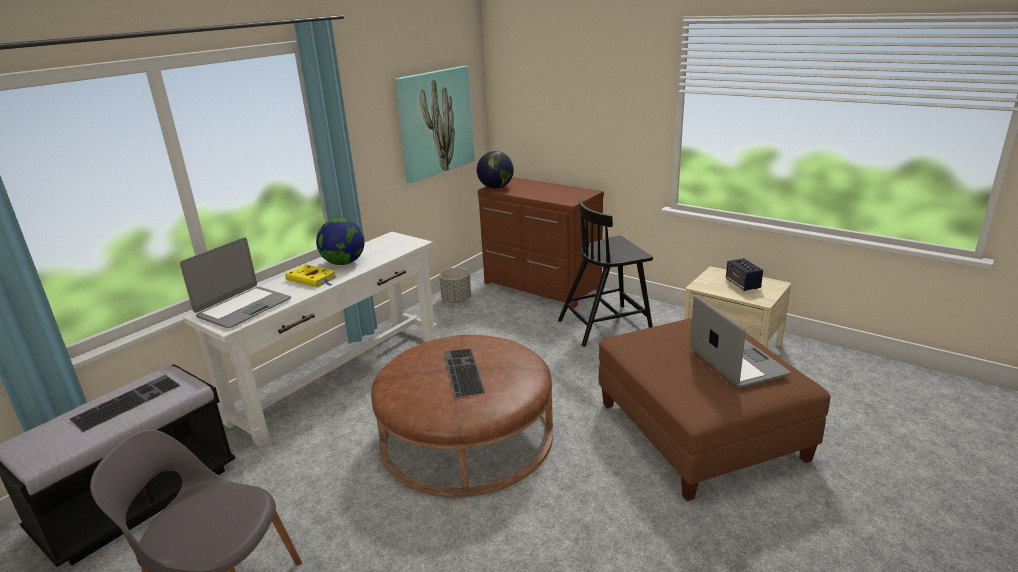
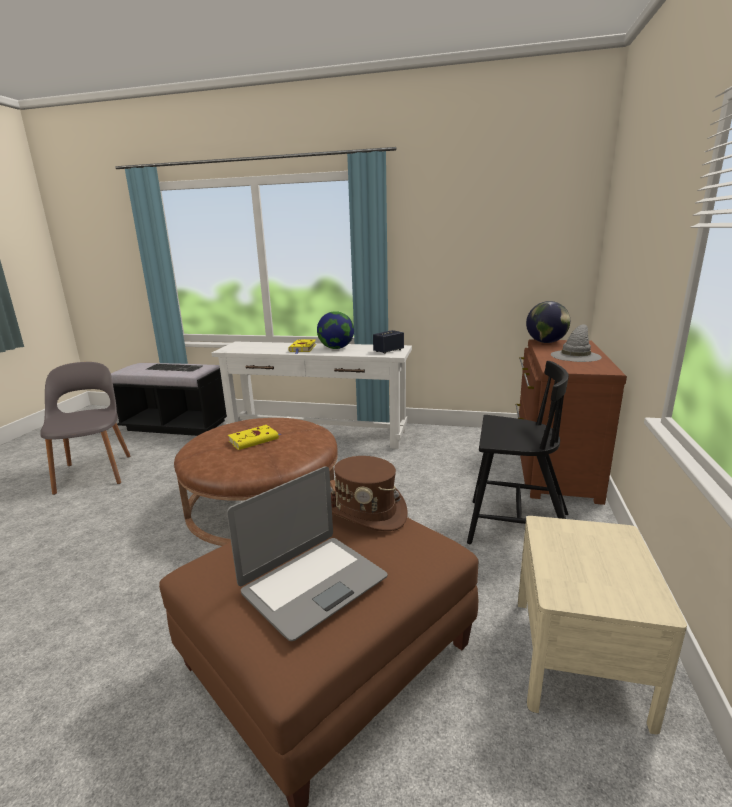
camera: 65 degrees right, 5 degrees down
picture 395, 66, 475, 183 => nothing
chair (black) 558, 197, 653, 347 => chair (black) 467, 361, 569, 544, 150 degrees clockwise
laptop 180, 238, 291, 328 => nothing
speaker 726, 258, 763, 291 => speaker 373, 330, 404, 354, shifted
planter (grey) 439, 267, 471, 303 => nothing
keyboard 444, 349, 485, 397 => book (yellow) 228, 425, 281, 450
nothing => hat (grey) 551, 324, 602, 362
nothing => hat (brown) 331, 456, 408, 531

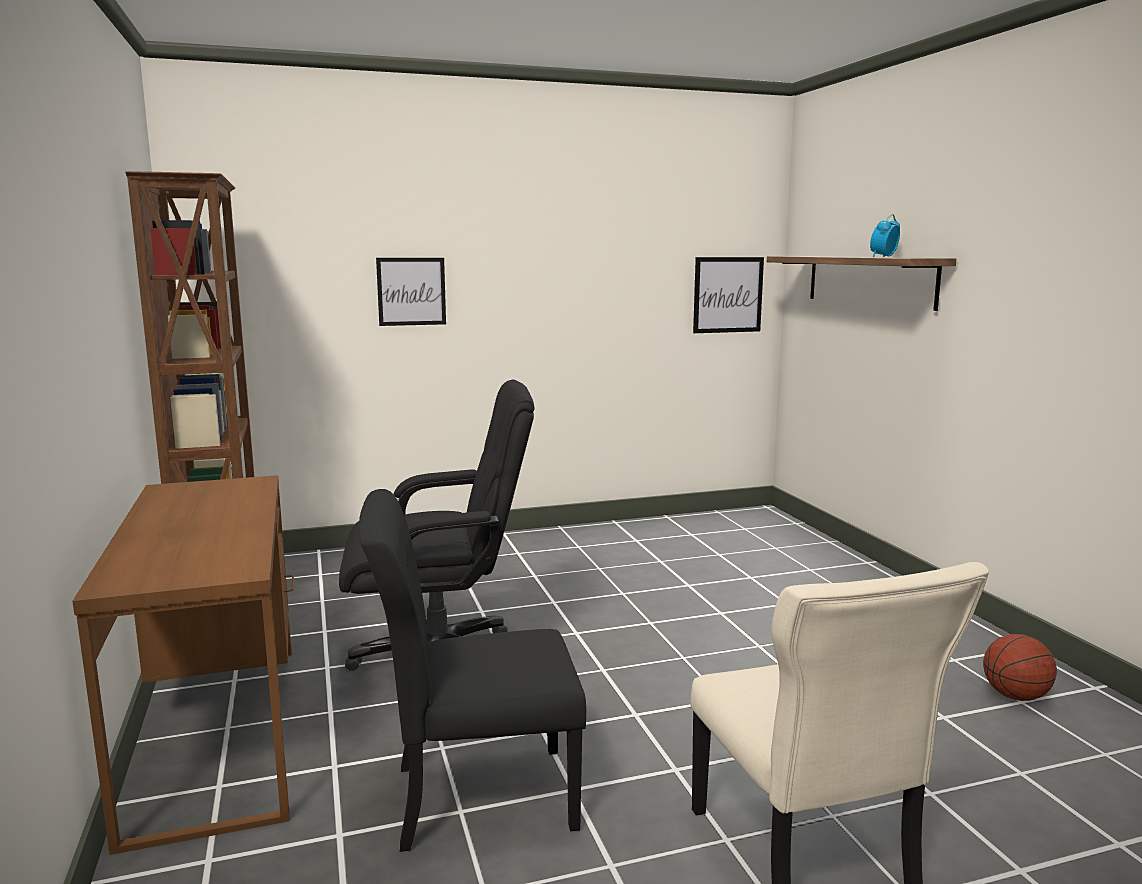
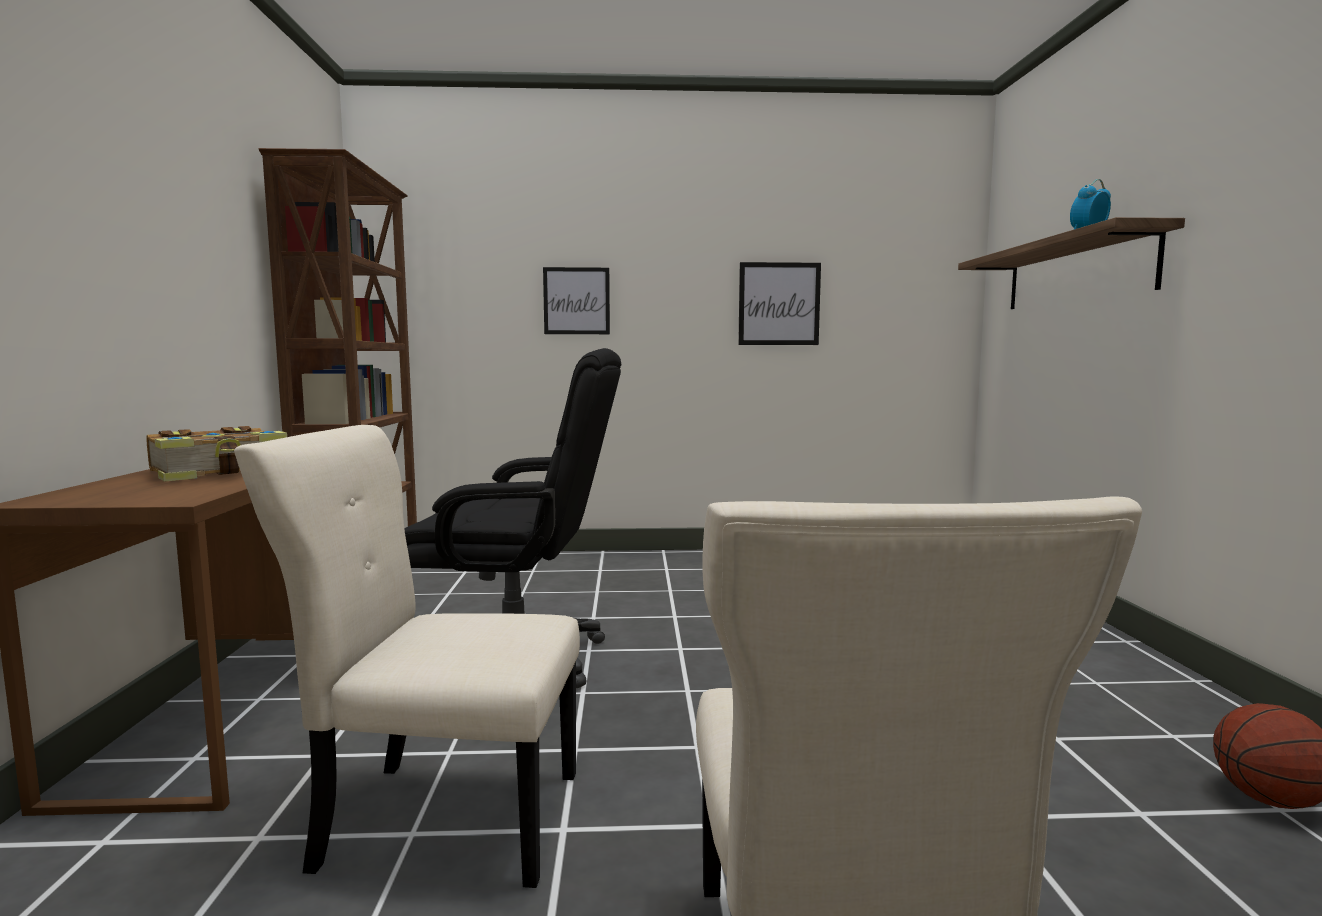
camera: 15 degrees right, 5 degrees down
picture 693, 257, 764, 333 => picture 738, 262, 821, 345, shifted
chair (black) 358, 489, 586, 852 => chair (beige) 234, 425, 580, 888
nothing => book 146, 426, 287, 482

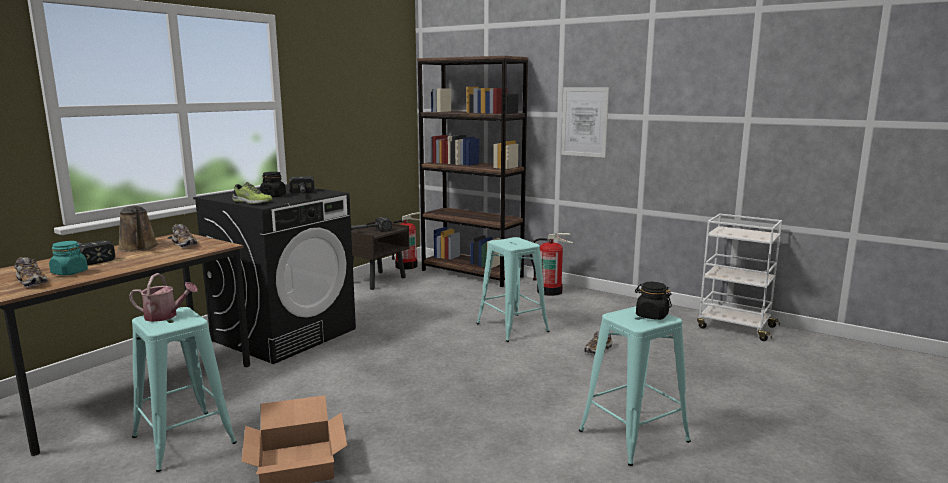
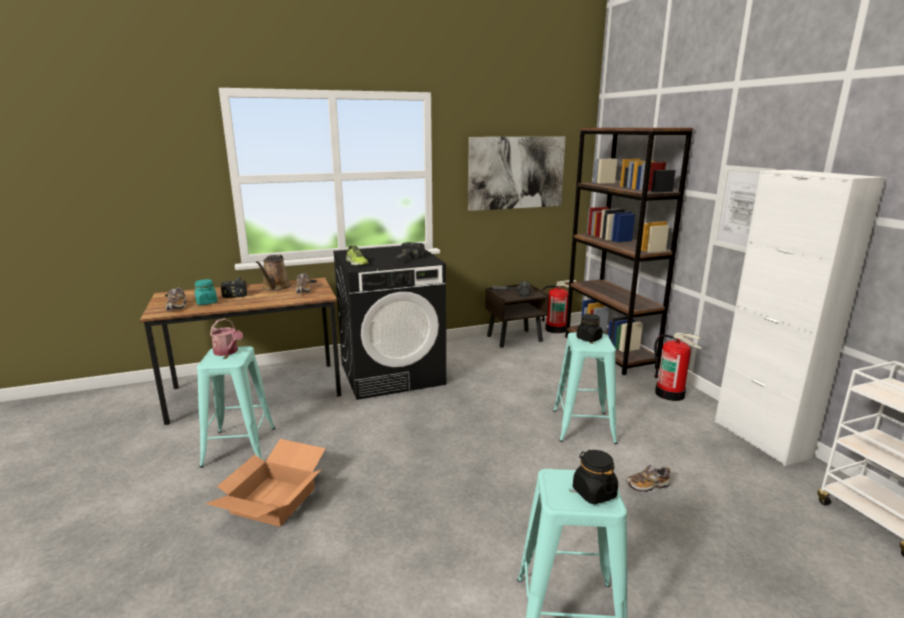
camera: 35 degrees right, 5 degrees up
jar (black) 260, 172, 286, 197 => jar (black) 576, 314, 603, 342, shifted
nothing => picture 468, 136, 566, 211
nothing => cabinet (white) 715, 170, 886, 466

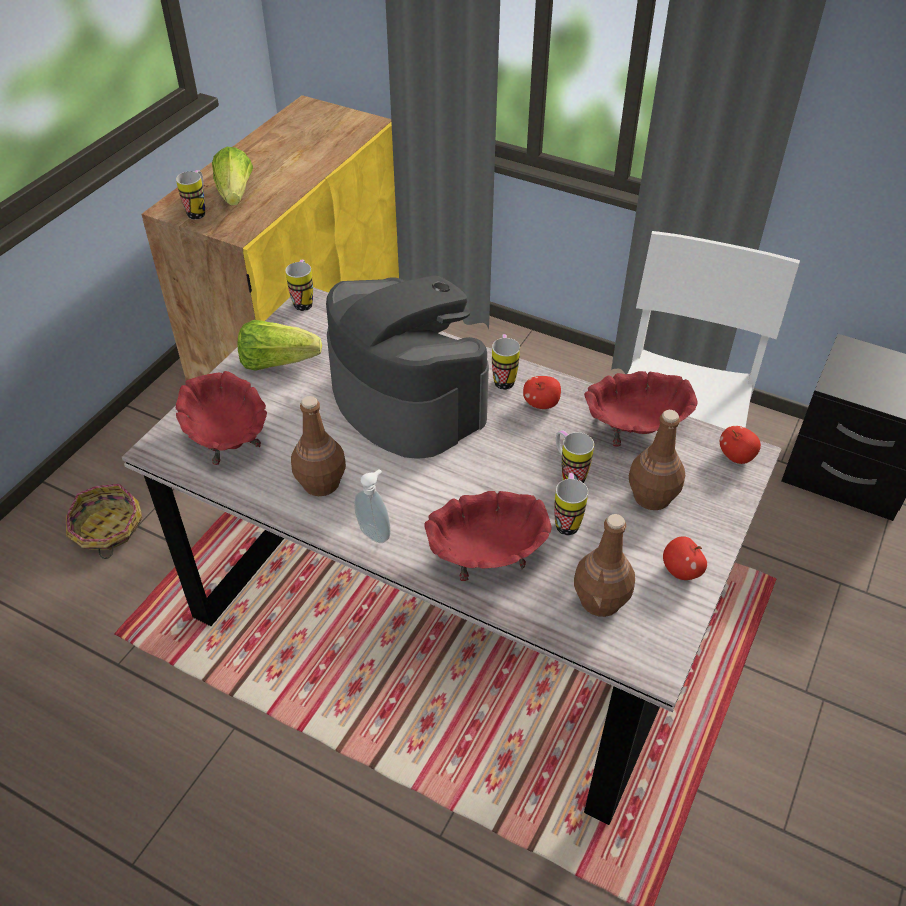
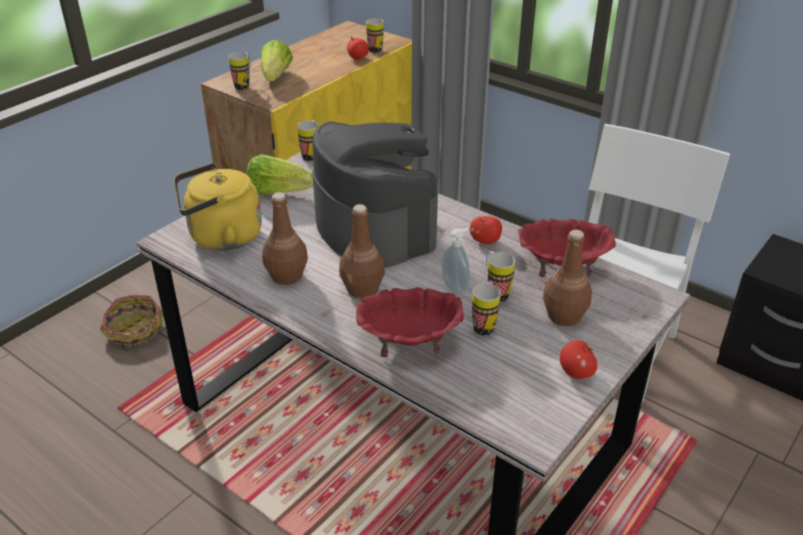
camera: 10 degrees right, 10 degrees down
mug 492, 334, 520, 390 => mug 366, 18, 384, 53, shifted
bowl (red) 176, 371, 267, 465 => kettle (yellow) 174, 163, 262, 251
apple 720, 426, 761, 464 => apple 347, 37, 369, 60, shifted
soap dispenser 354, 469, 391, 543 => soap dispenser 442, 228, 470, 295, shifted
bottle (brown) 574, 514, 635, 617 => bottle (brown) 339, 204, 385, 298, shifted

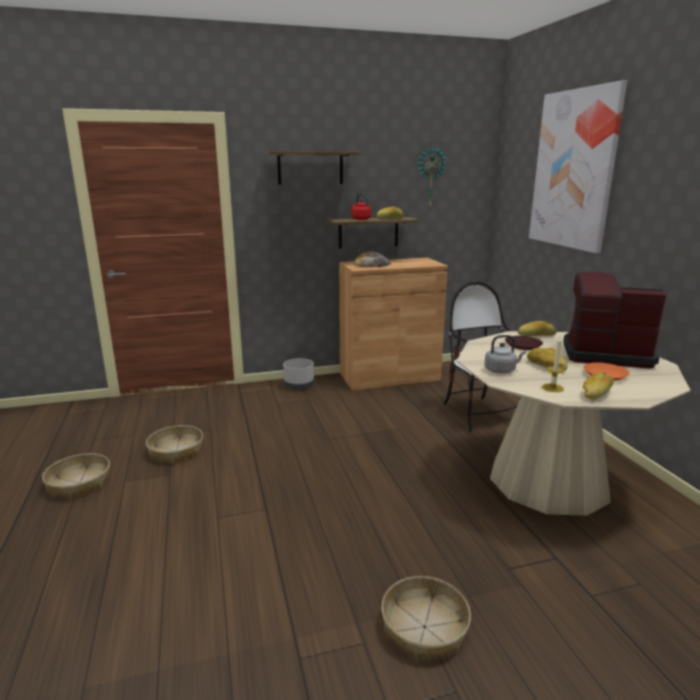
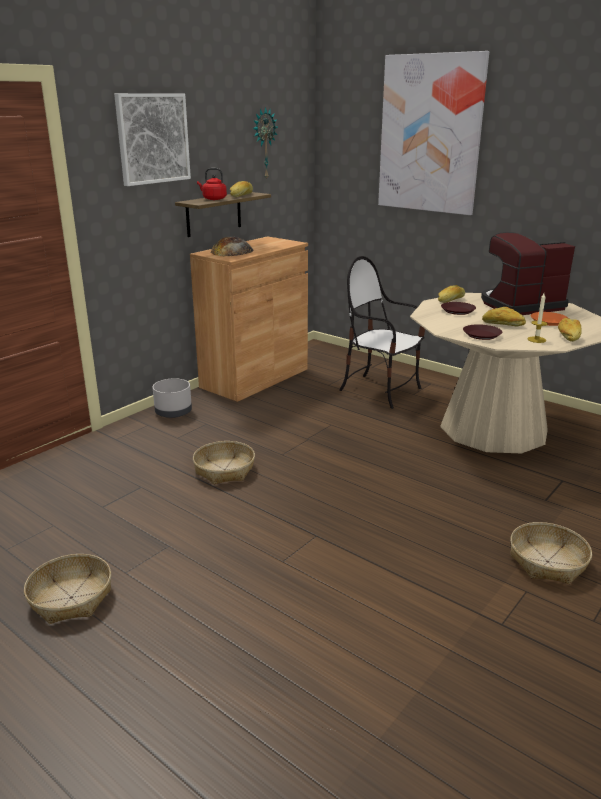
camera: 35 degrees left, 5 degrees up
shelf 265, 151, 362, 185 => picture 114, 93, 191, 186
kettle (grey) 484, 335, 526, 374 => plate (brown) 463, 324, 502, 340
basket 146, 425, 203, 464 => basket 193, 441, 255, 484, shifted

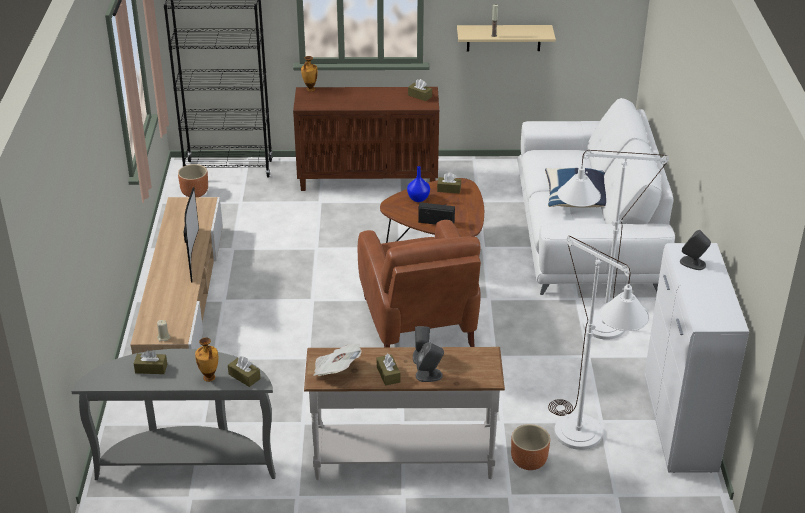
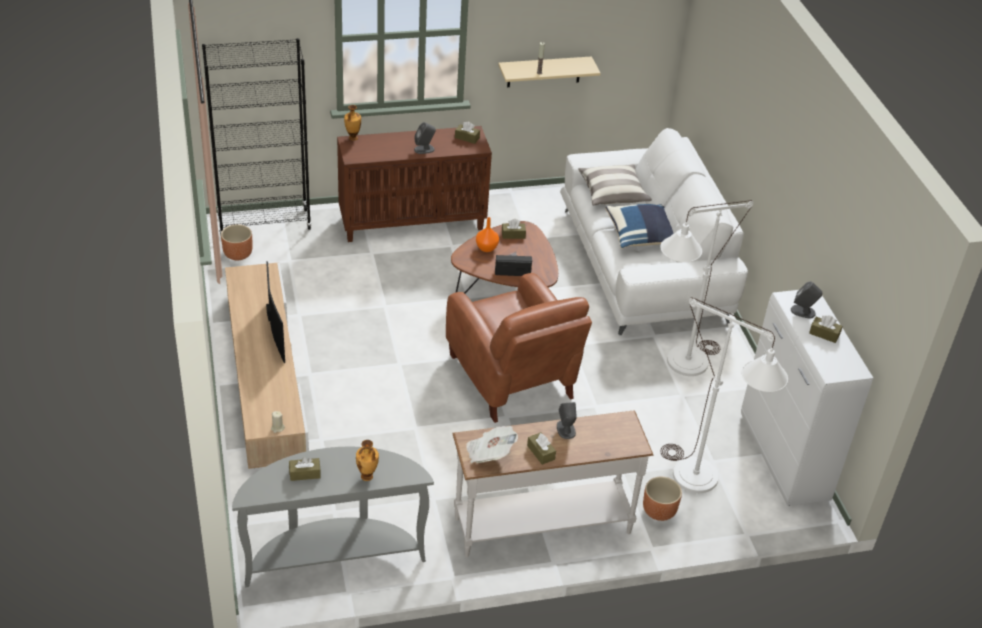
camera: 15 degrees left, 5 degrees up
vase (blue) 407, 166, 430, 202 => vase (orange) 476, 217, 499, 252
speaker (grey) 416, 342, 444, 382 => speaker (grey) 414, 122, 436, 154, shifted
tissue box (brown) 228, 356, 260, 387 => tissue box (brown) 809, 316, 842, 343, shifted
nothing => pillow 578, 164, 652, 206

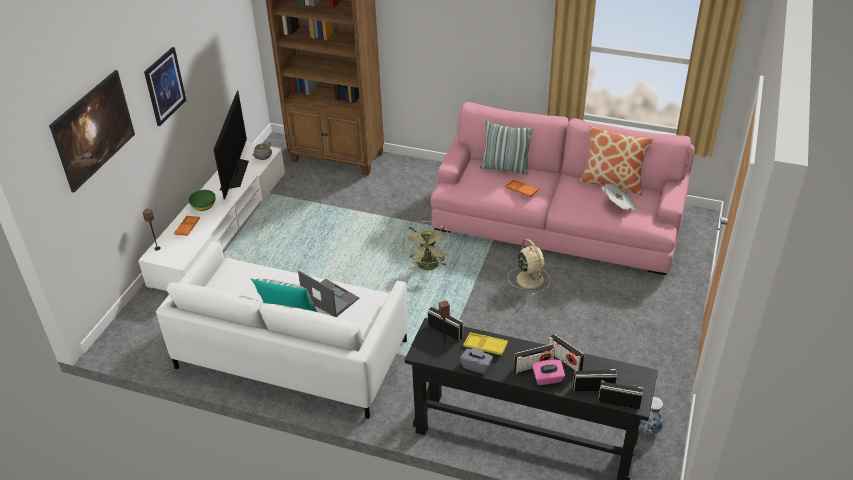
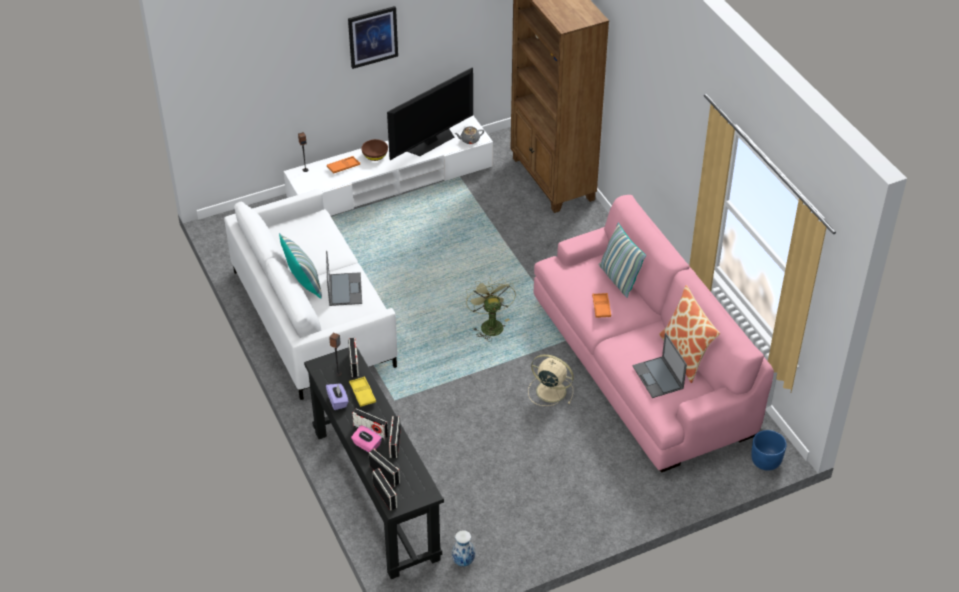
camera: 45 degrees right, 5 degrees up
picture 49, 70, 135, 192 => nothing
newspaper 602, 183, 639, 210 => laptop 632, 333, 687, 398
bowl (green) 188, 190, 216, 211 => bowl (brown) 361, 139, 388, 161
fan (green) 403, 221, 452, 270 => fan (green) 466, 277, 516, 342, 120 degrees clockwise
fan (beige) 508, 239, 551, 295 => fan (beige) 528, 354, 574, 406, 90 degrees counterclockwise
tissue box (grey) 460, 346, 493, 374 => tissue box (purple) 326, 383, 349, 410
nothing => planter (blue) 751, 430, 787, 471

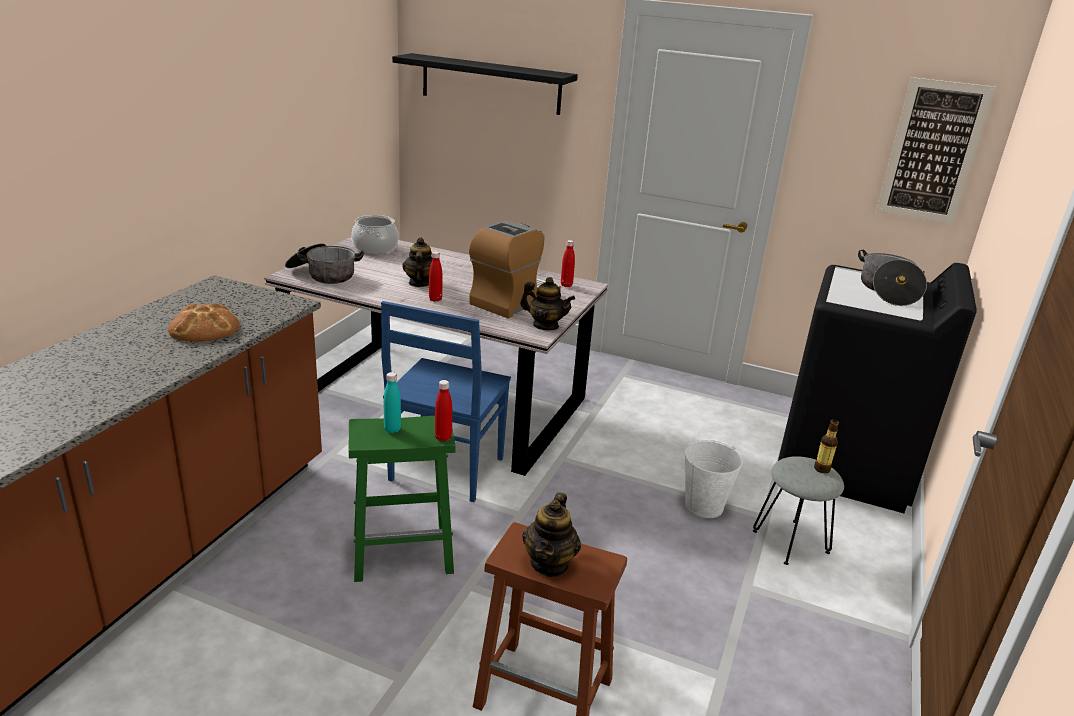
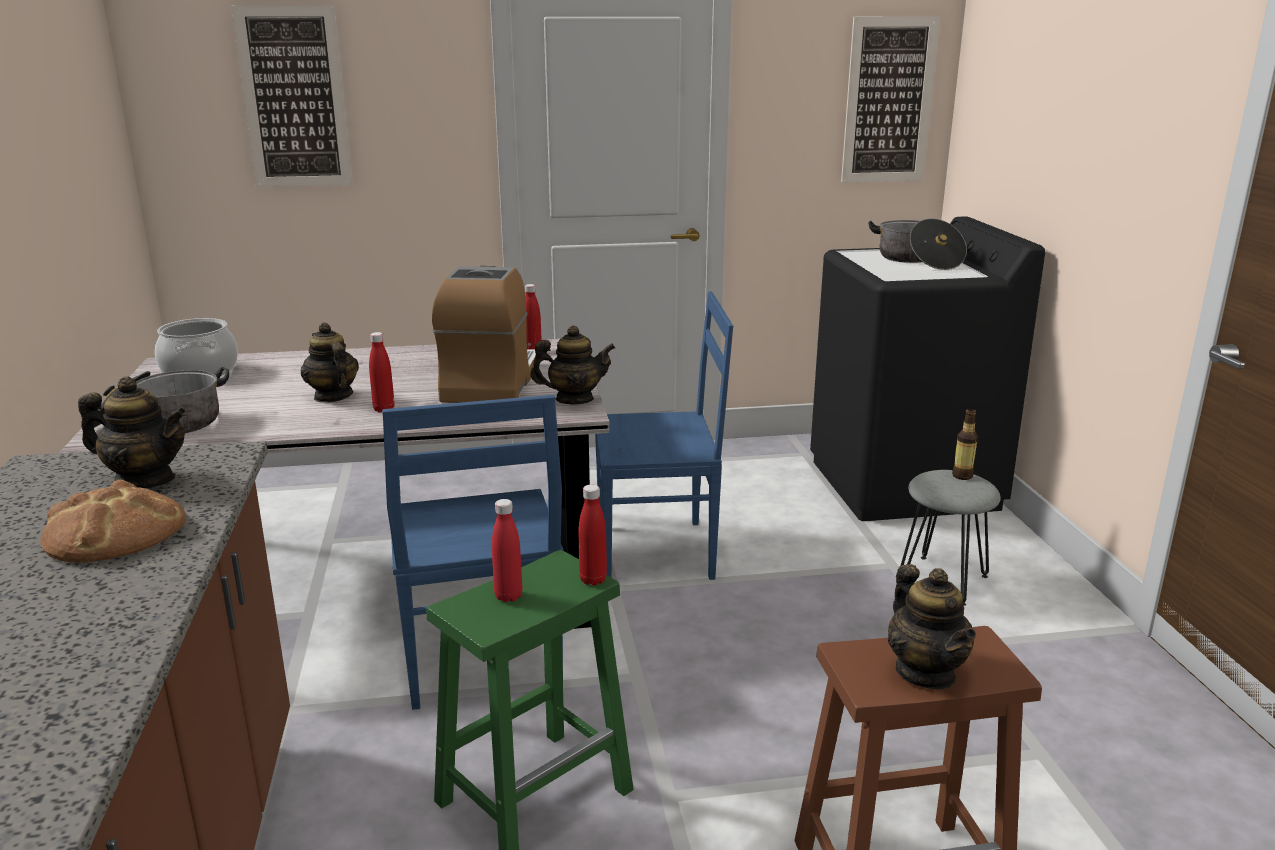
camera: 30 degrees left, 5 degrees down
shelf (black) 392, 53, 578, 115 => picture 231, 5, 353, 187
bottle (turquoise) 384, 372, 401, 433 => bottle (red) 492, 499, 522, 602
bucket (white) 684, 440, 743, 518 => nothing
nothing => chair (blue) 595, 292, 733, 580
nothing => teapot 78, 377, 187, 488

